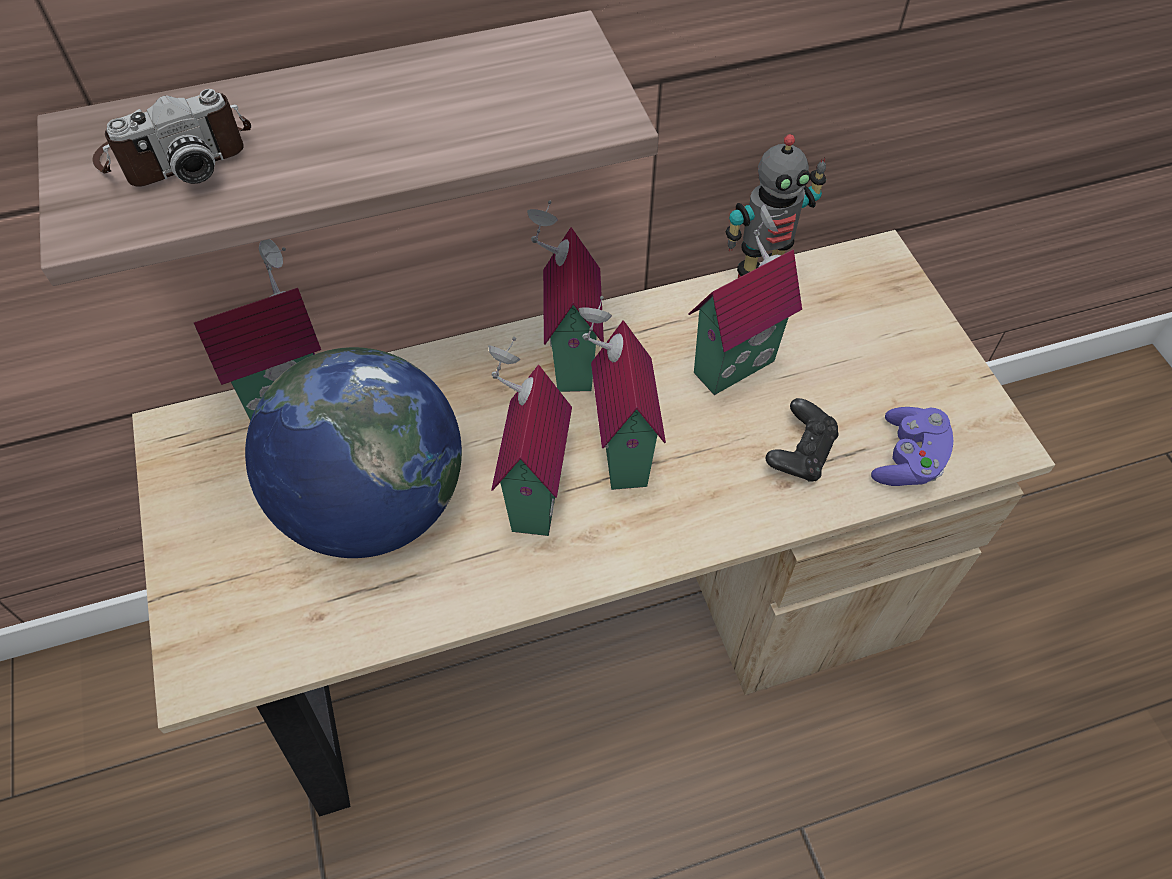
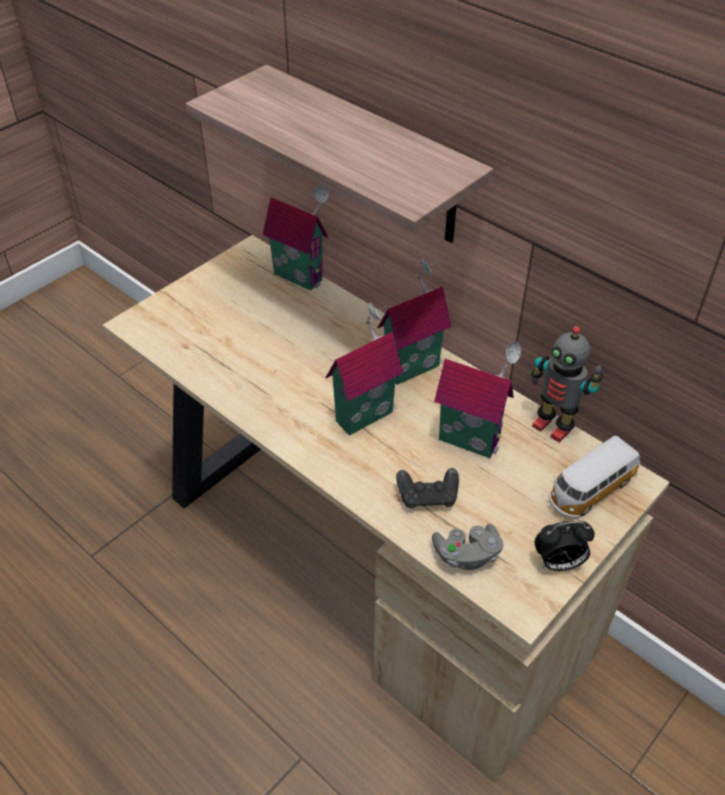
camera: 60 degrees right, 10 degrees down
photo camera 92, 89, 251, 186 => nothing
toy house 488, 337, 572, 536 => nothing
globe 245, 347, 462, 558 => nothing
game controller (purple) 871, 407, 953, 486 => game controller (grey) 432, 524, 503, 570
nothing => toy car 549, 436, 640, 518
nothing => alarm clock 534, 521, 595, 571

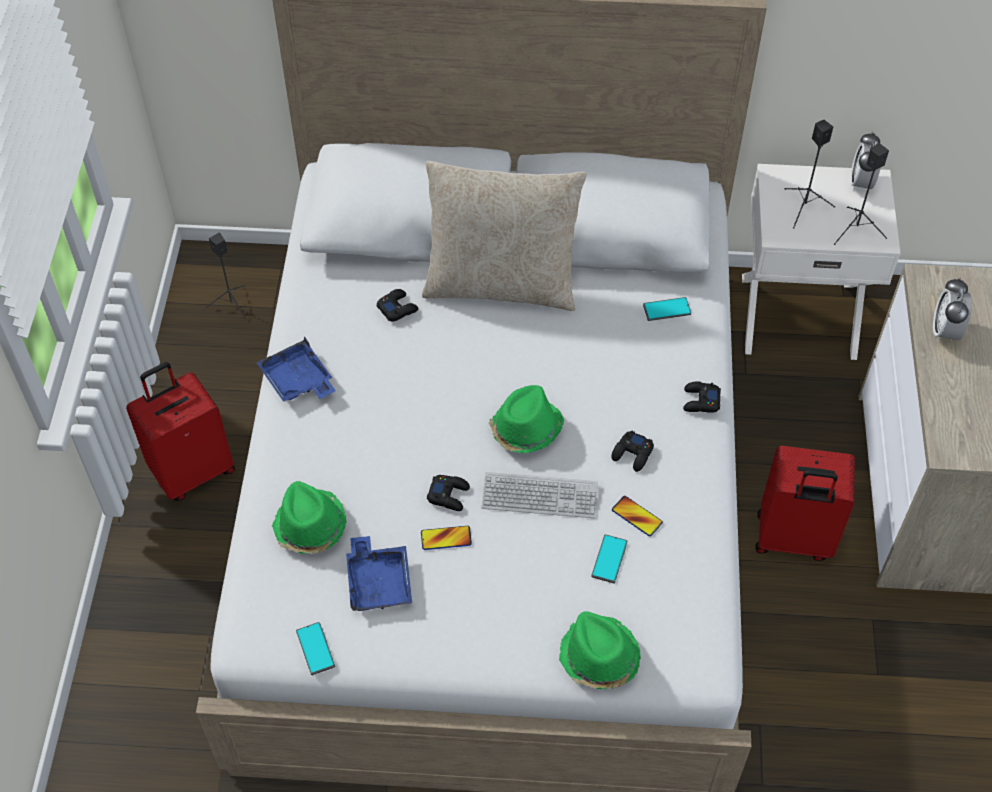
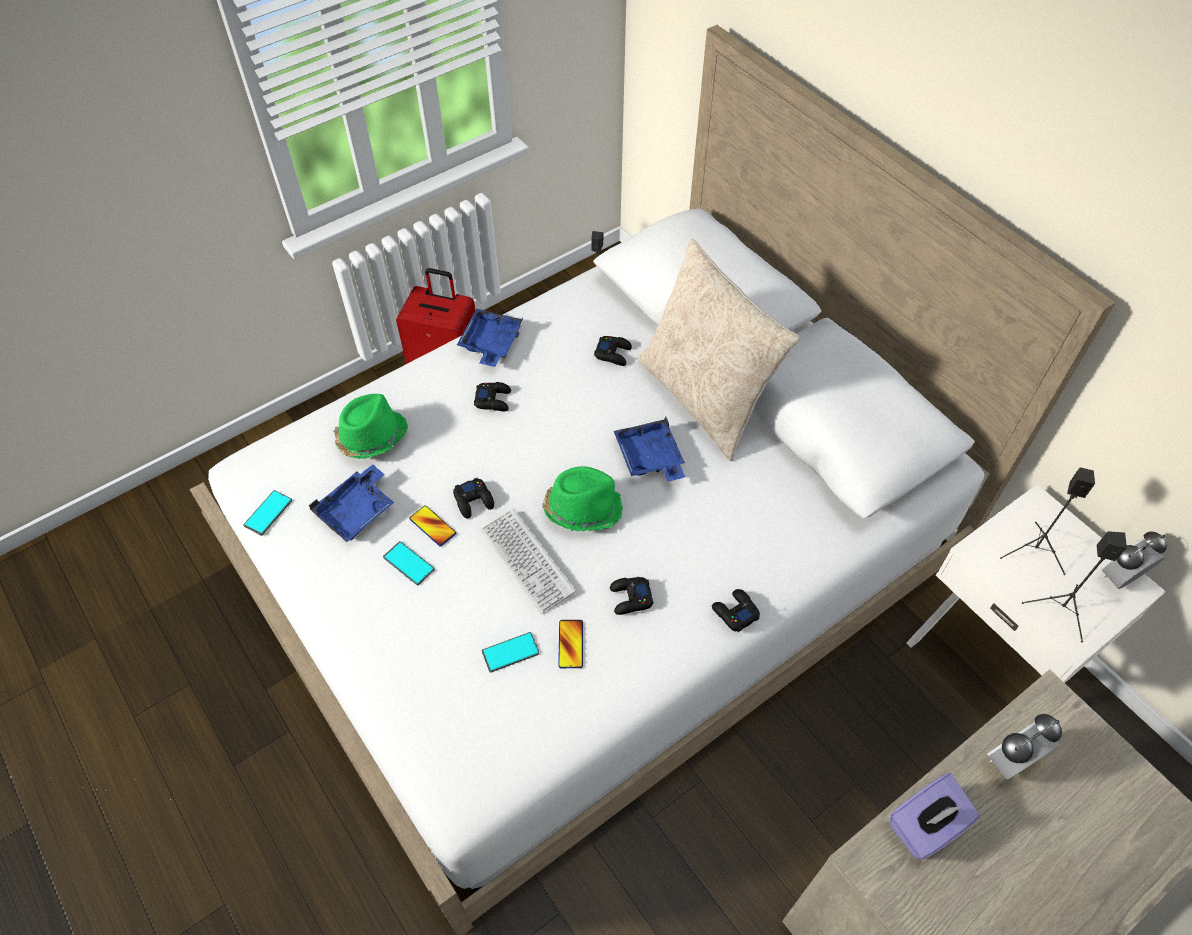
camera: 50 degrees right, 0 degrees up
phone 643, 297, 691, 321 => phone 383, 541, 435, 585, shifted
suitcase (red) 755, 446, 855, 561 => nothing
hat (green) 559, 611, 641, 689 => nothing
nothing => game controller (black) 474, 382, 511, 411
nothing => tray (blue) 614, 417, 685, 482
nothing => tissue box (purple) 889, 773, 980, 860

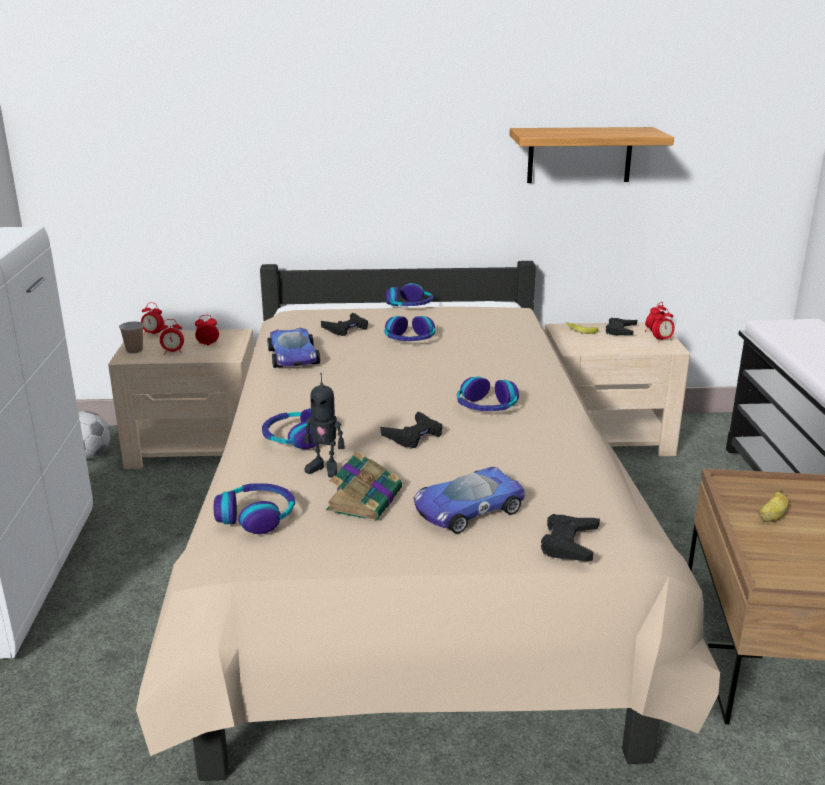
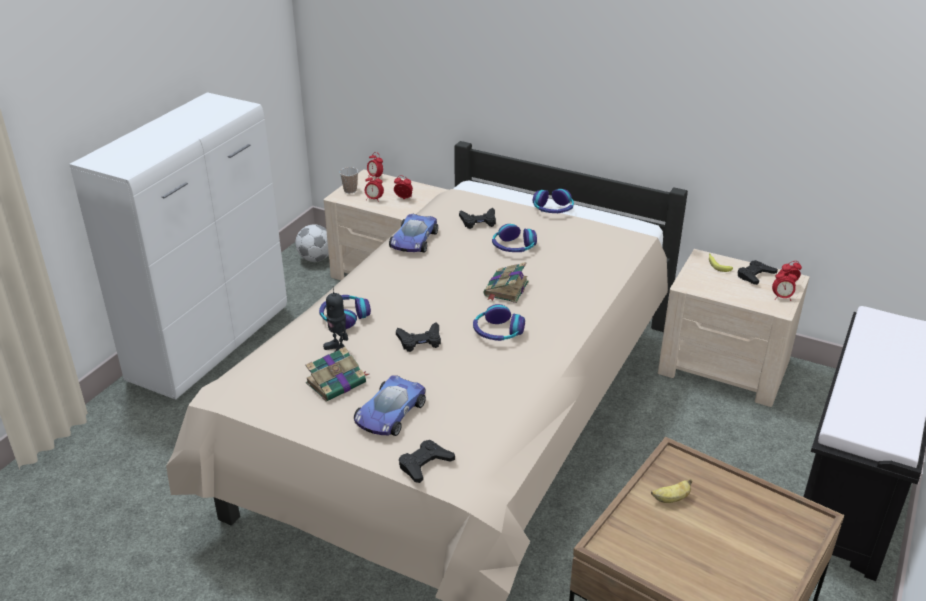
camera: 30 degrees right, 10 degrees up
shelf 509, 127, 674, 183 => nothing
toy car 414, 467, 526, 534 => toy car 354, 376, 426, 436, 60 degrees counterclockwise
headphones 214, 483, 295, 534 => nothing
nothing => book 484, 262, 529, 303

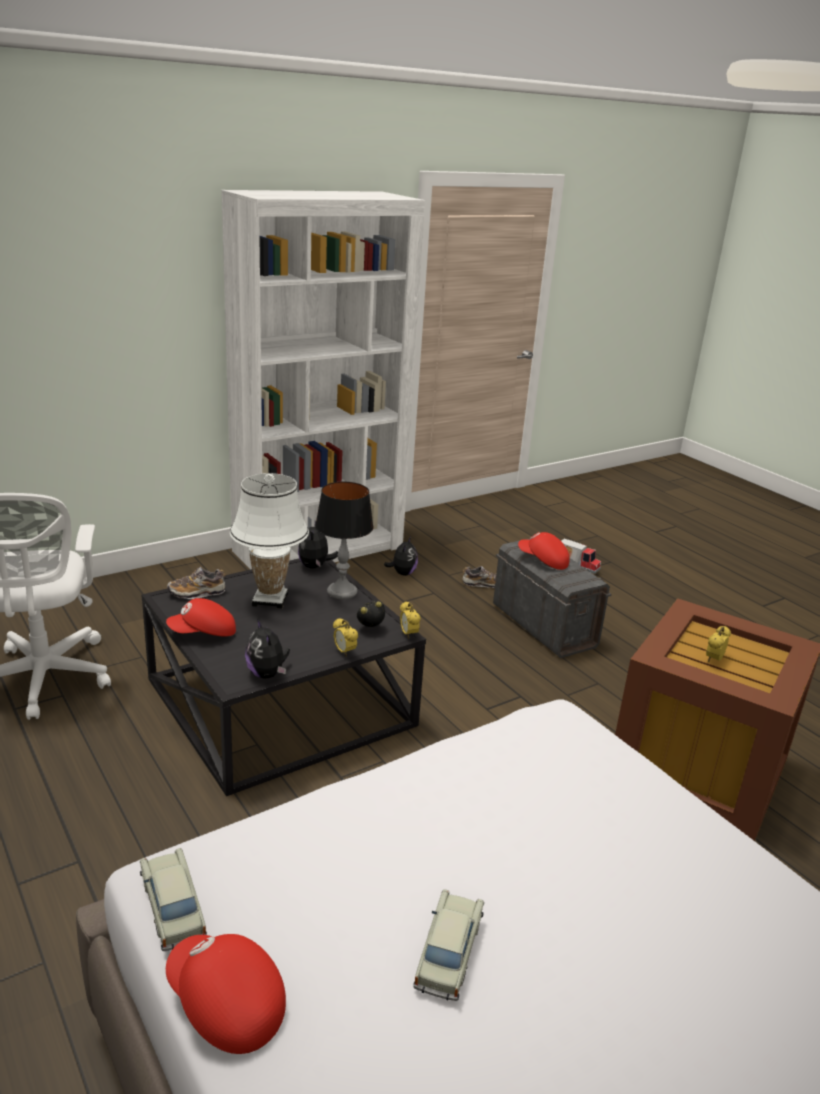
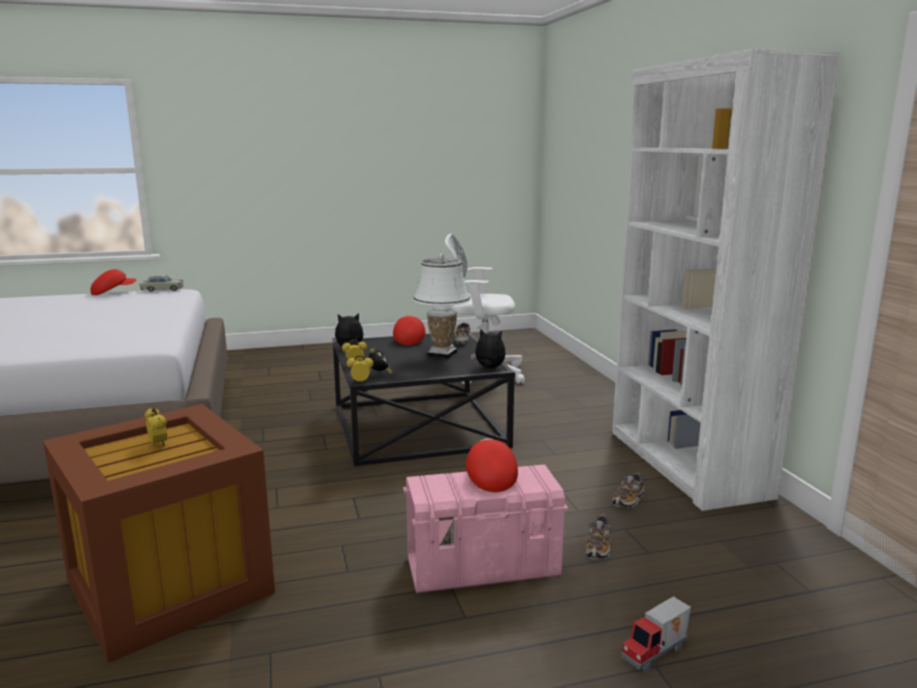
camera: 110 degrees right, 10 degrees down
table lamp 315, 482, 373, 599 => nothing
cap (red) 518, 532, 570, 570 => cap (red) 466, 438, 518, 492, 60 degrees counterclockwise
plush toy 384, 536, 418, 576 => shoe 612, 472, 644, 508
storage box (grey) 493, 539, 612, 658 => storage box (pink) 403, 464, 568, 593
toy car (beige) 413, 889, 484, 1001 => nothing

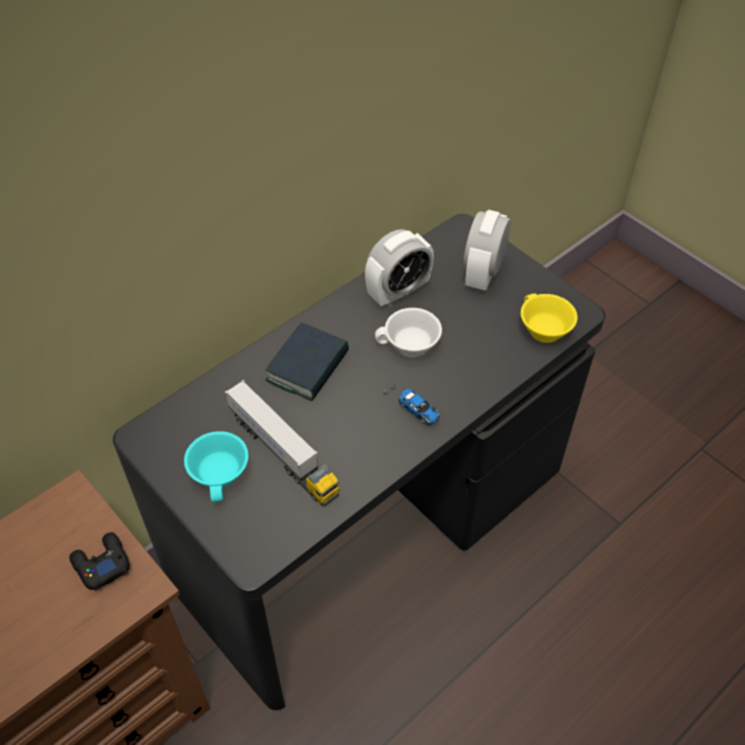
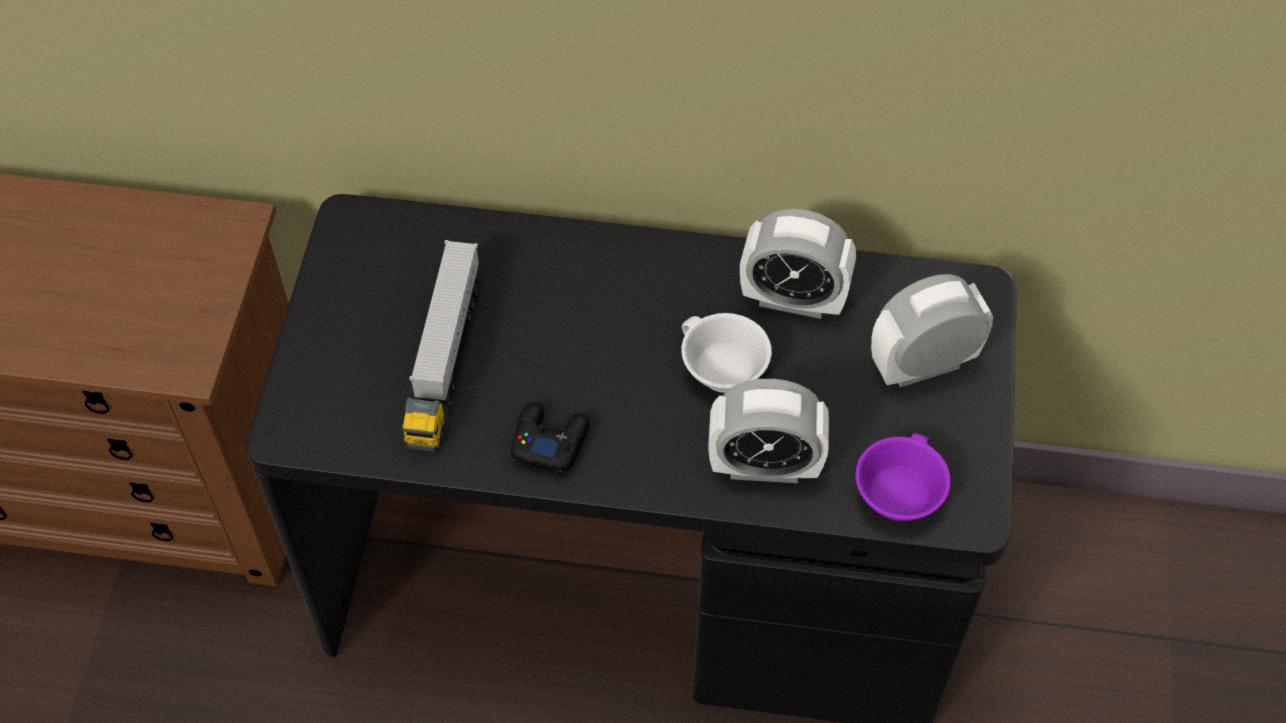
camera: 50 degrees right, 5 degrees up
cup (yellow) 521, 293, 578, 343 => cup (purple) 855, 433, 951, 521
book 265, 322, 349, 401 => nothing
toy car 383, 384, 440, 426 => nothing
cup (turquoise) 184, 431, 248, 502 => nothing
game controller (black) 69, 532, 130, 591 => game controller (black) 511, 402, 590, 474, shifted
nothing => alarm clock 709, 379, 829, 483

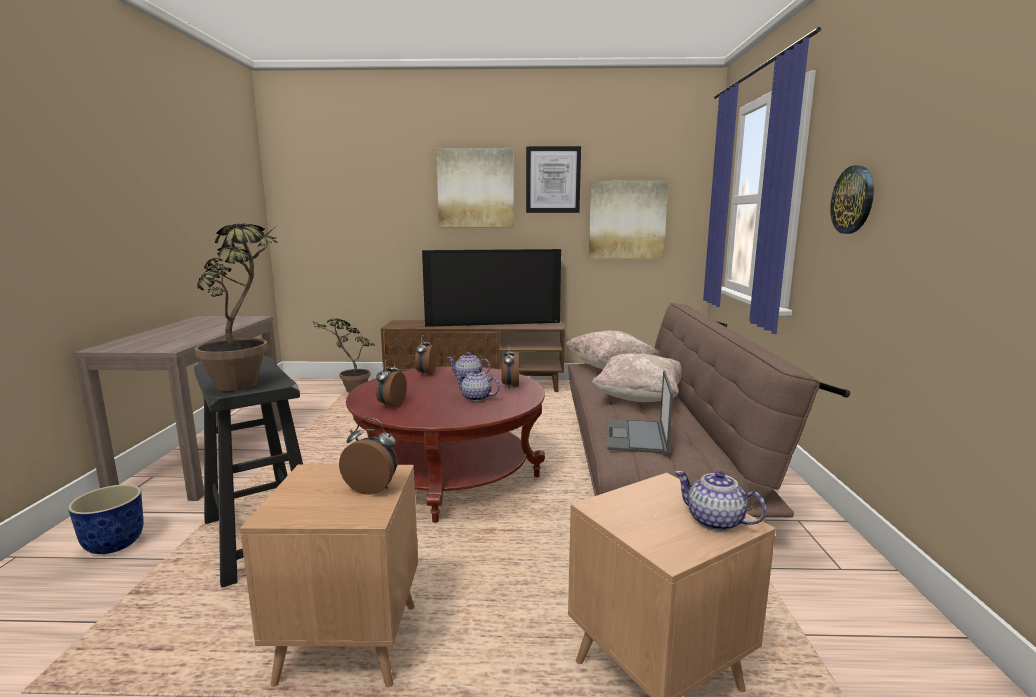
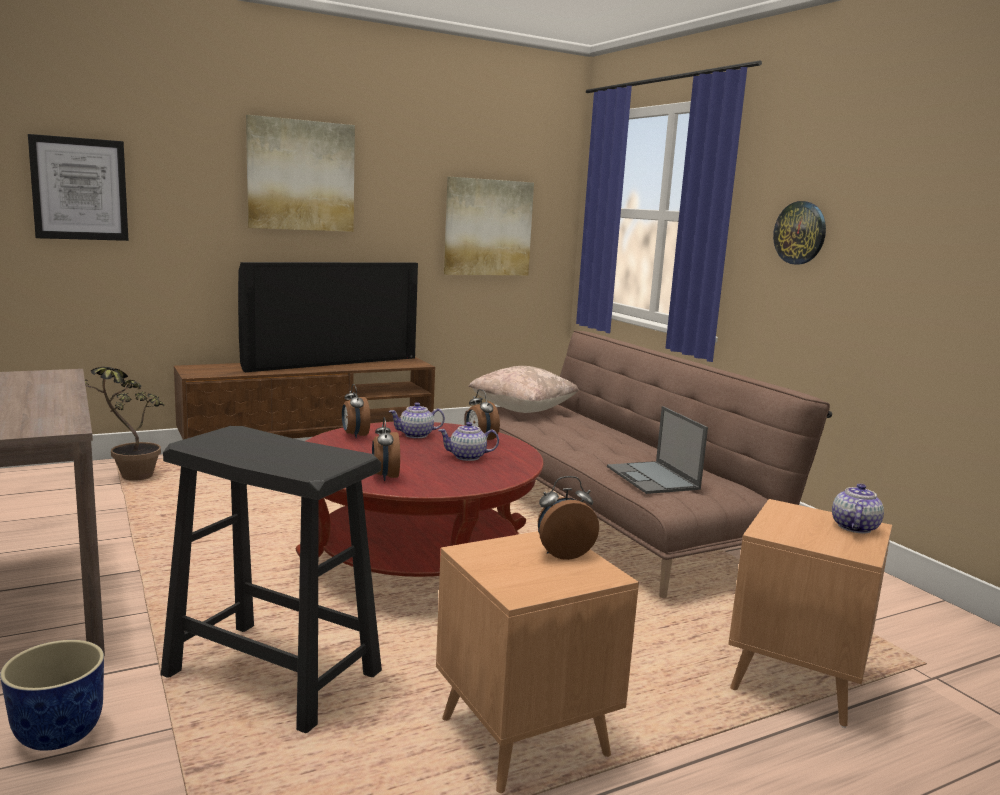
camera: 30 degrees left, 0 degrees up
picture 526, 146, 581, 213 => picture 28, 134, 128, 241, shifted
potted plant 195, 224, 278, 391 => nothing
pillow (beige) 592, 353, 682, 402 => nothing
teapot 675, 471, 767, 531 => teapot 832, 484, 884, 534, 105 degrees clockwise

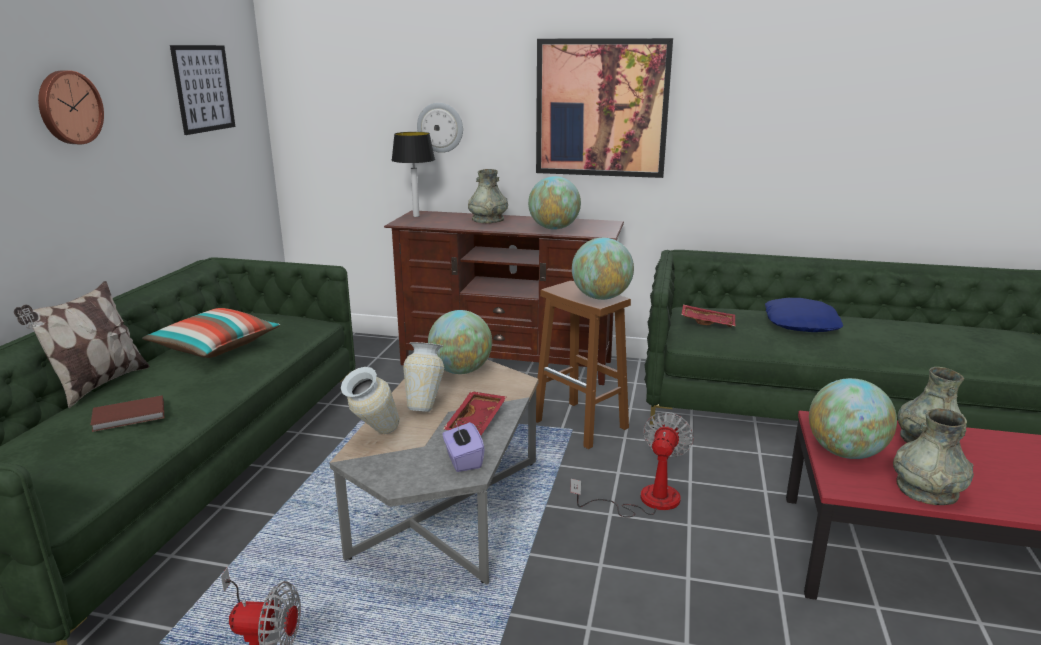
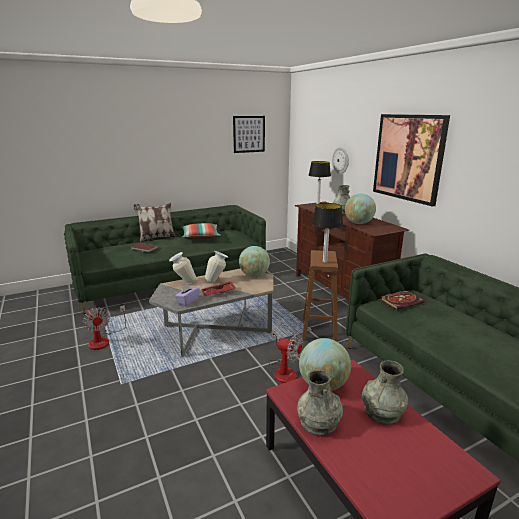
camera: 50 degrees right, 0 degrees up
wall clock 38, 70, 104, 144 => nothing
globe 572, 238, 634, 300 => table lamp 312, 203, 343, 263
pillow (blue) 765, 298, 843, 332 => nothing
tray (red) 681, 304, 735, 327 => book 380, 290, 425, 310
fan 570, 412, 694, 518 => fan 269, 329, 303, 383, 45 degrees clockwise

